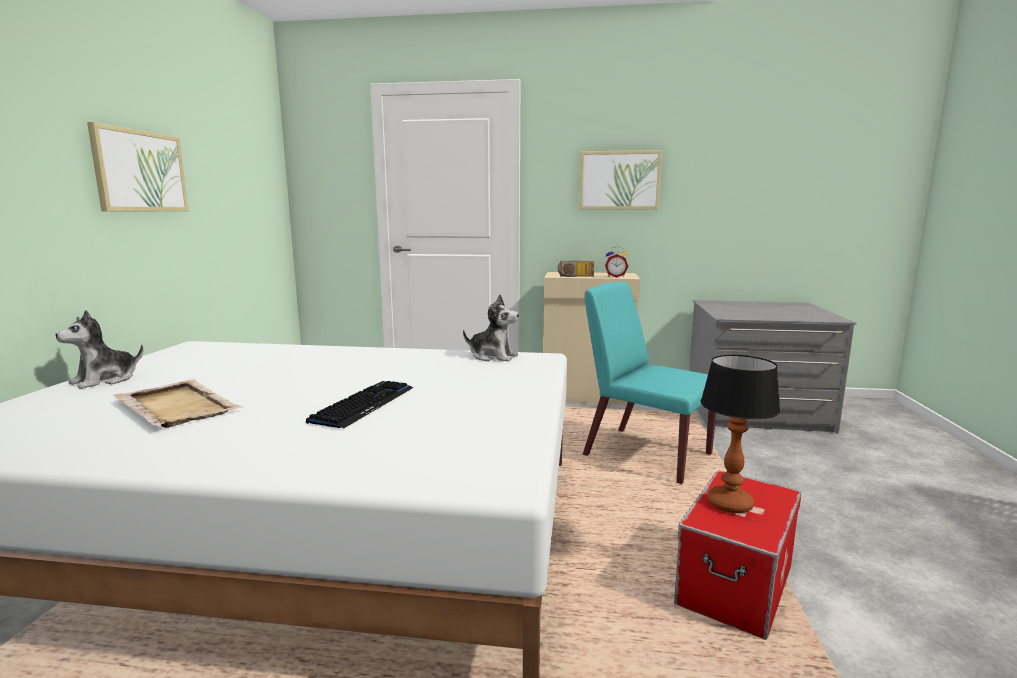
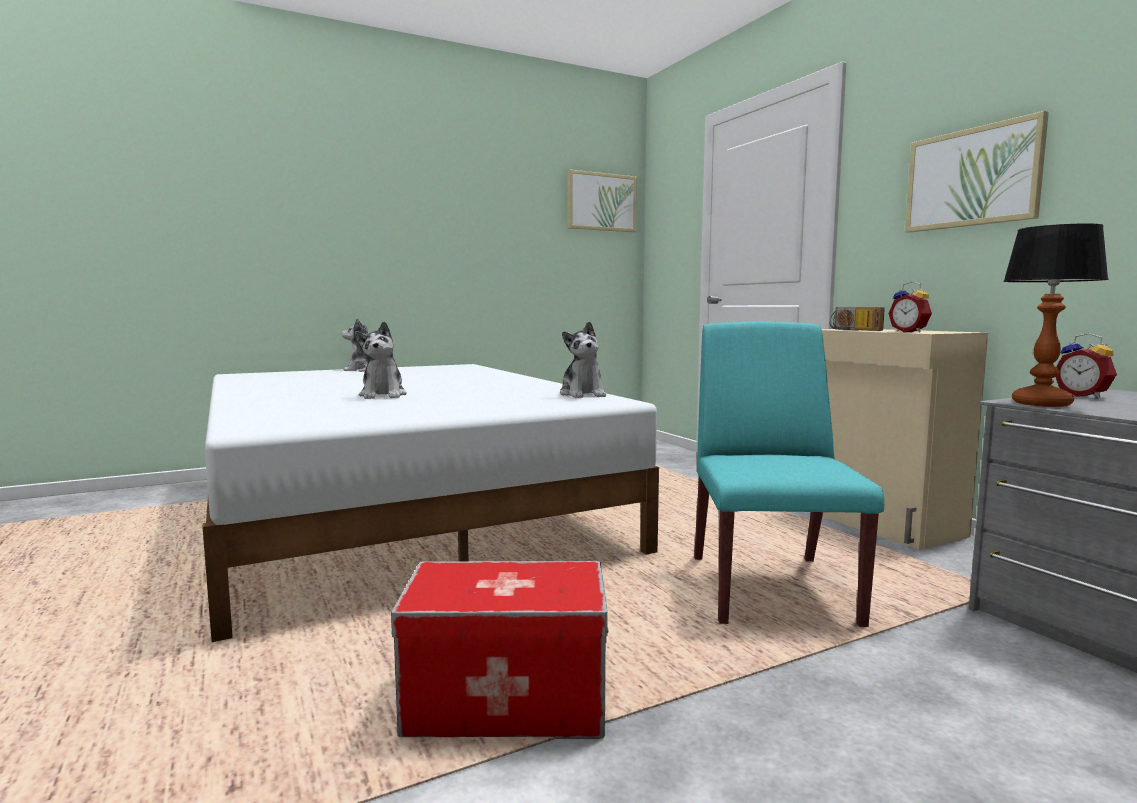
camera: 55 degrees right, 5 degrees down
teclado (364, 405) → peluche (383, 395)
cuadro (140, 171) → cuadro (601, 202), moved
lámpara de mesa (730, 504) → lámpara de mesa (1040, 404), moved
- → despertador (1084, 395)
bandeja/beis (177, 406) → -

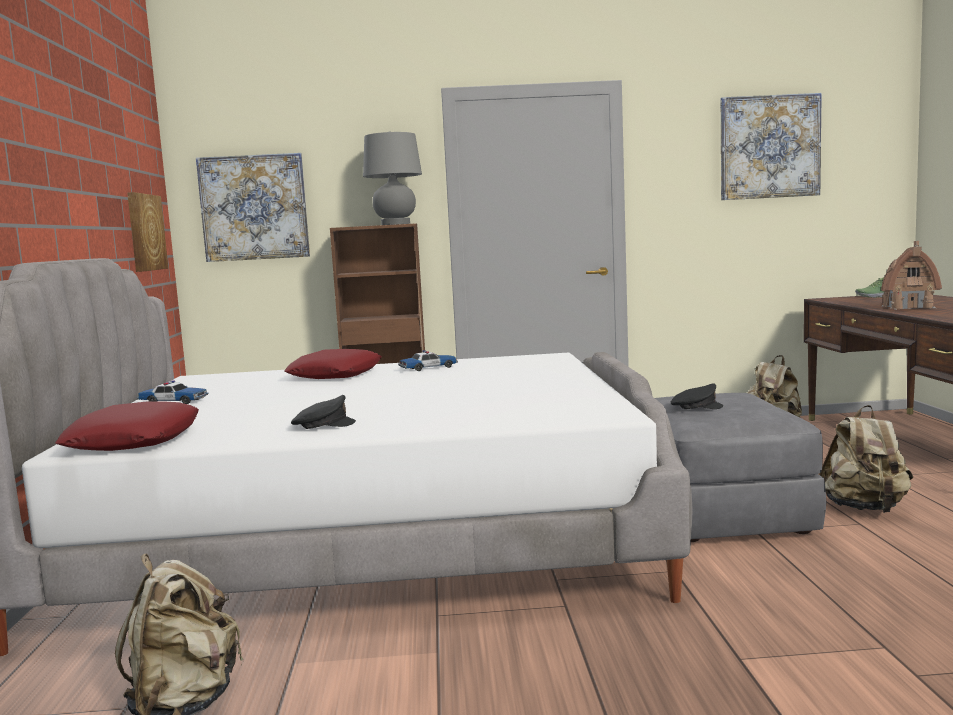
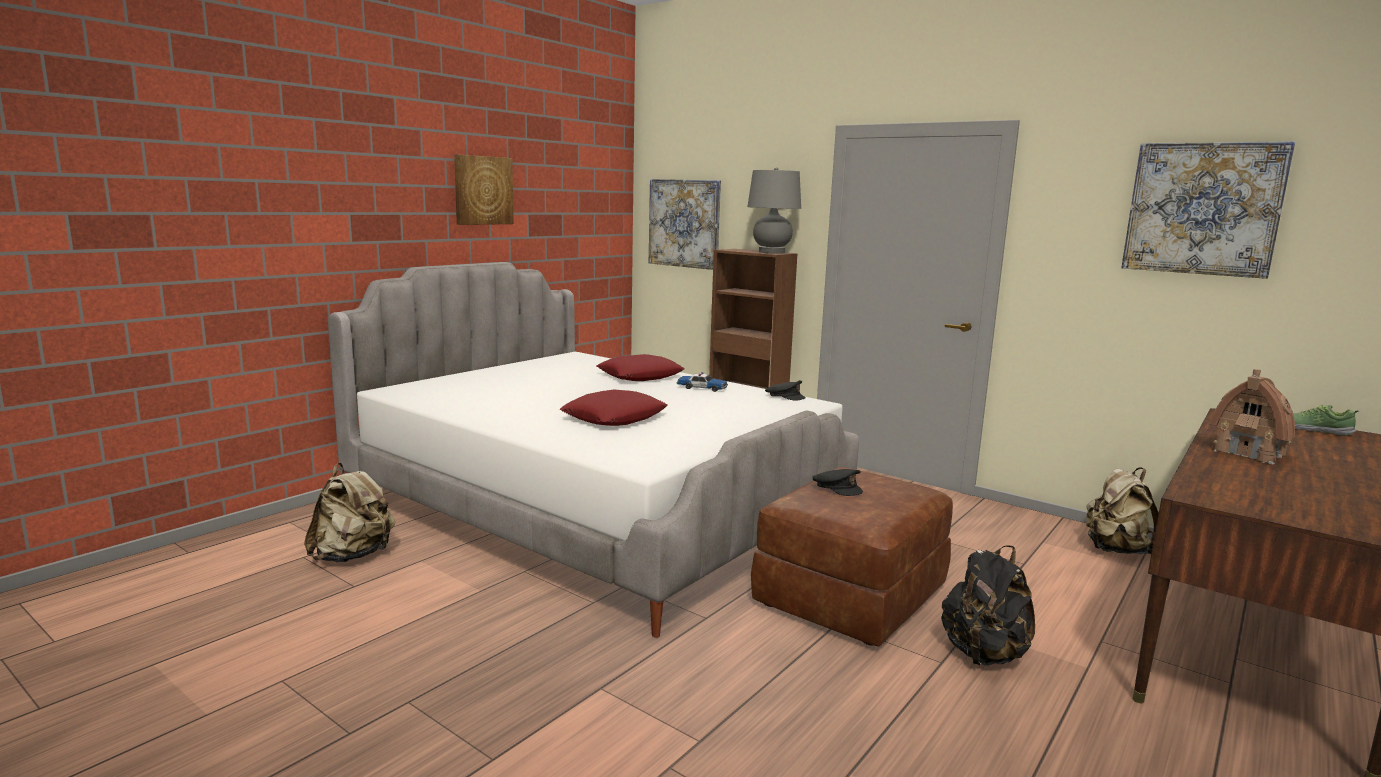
camera: 40 degrees right, 5 degrees up
cuadro (145, 232) → cuadro (483, 190), moved
cojín/rojo (134, 440) → cojín/rojo (614, 417), moved
puf/gris (718, 511) → puf/marrón (850, 595)
gorra/negro (322, 425) → gorra/negro (785, 396), moved
mochila/beis (864, 509) → mochila/negro (984, 655)
coche de juguete (173, 401) → -

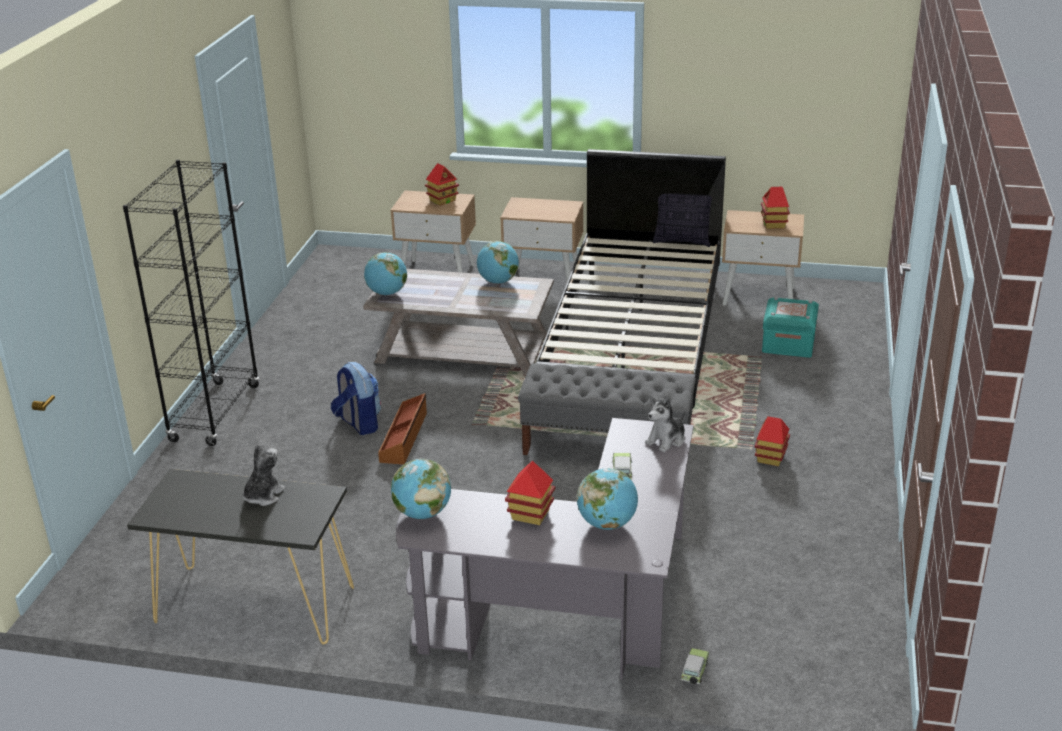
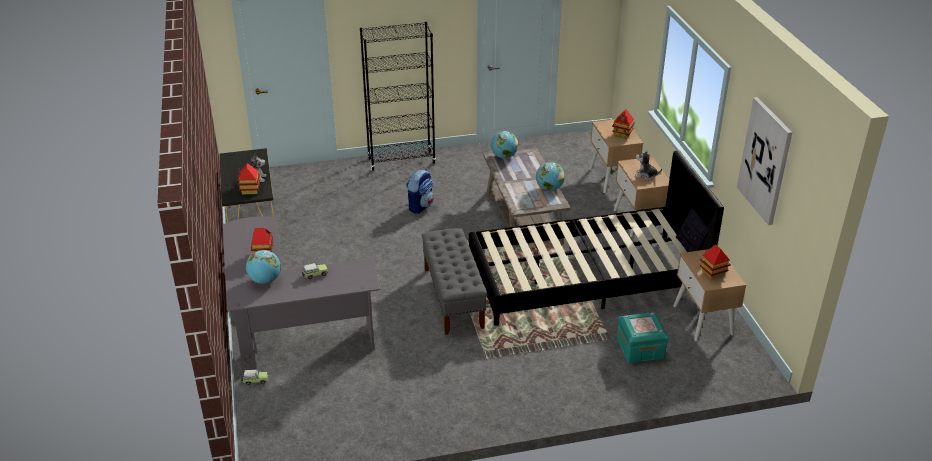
camera: 65 degrees right, 5 degrees up
casita (770, 458) → casita (250, 190), moved
peluche (666, 440) → peluche (645, 176), moved
- → cuadro (765, 161)
caja de almacenaje/marrón (405, 437) → -
globo terráqueo (422, 513) → -

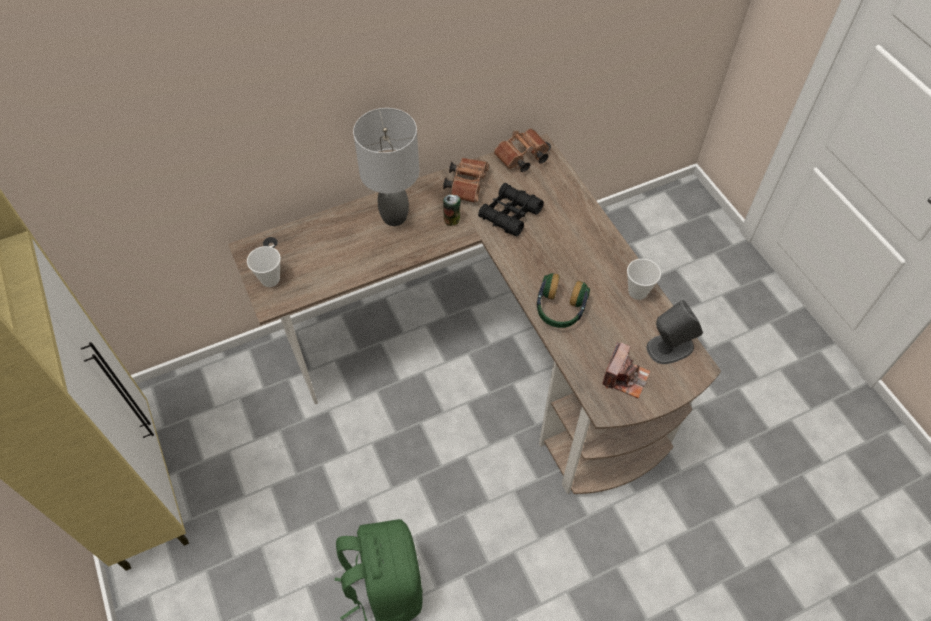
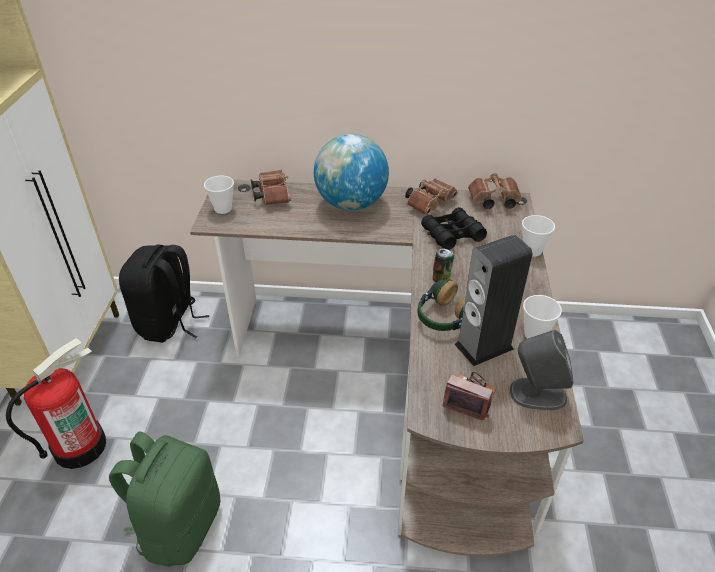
camera: 30 degrees right, 15 degrees down
- → extintor (79, 445)
- → mochila/negro (169, 323)
- → prismáticos/marrón (272, 195)
lámpara de mesa/gris (393, 217) → globo terráqueo (351, 204)
lata (452, 219) → lata (441, 278), moved
cámara (625, 377) → cámara (469, 399), 120 degrees counterclockwise
- → altavoz (484, 346)
- → taza (532, 251)

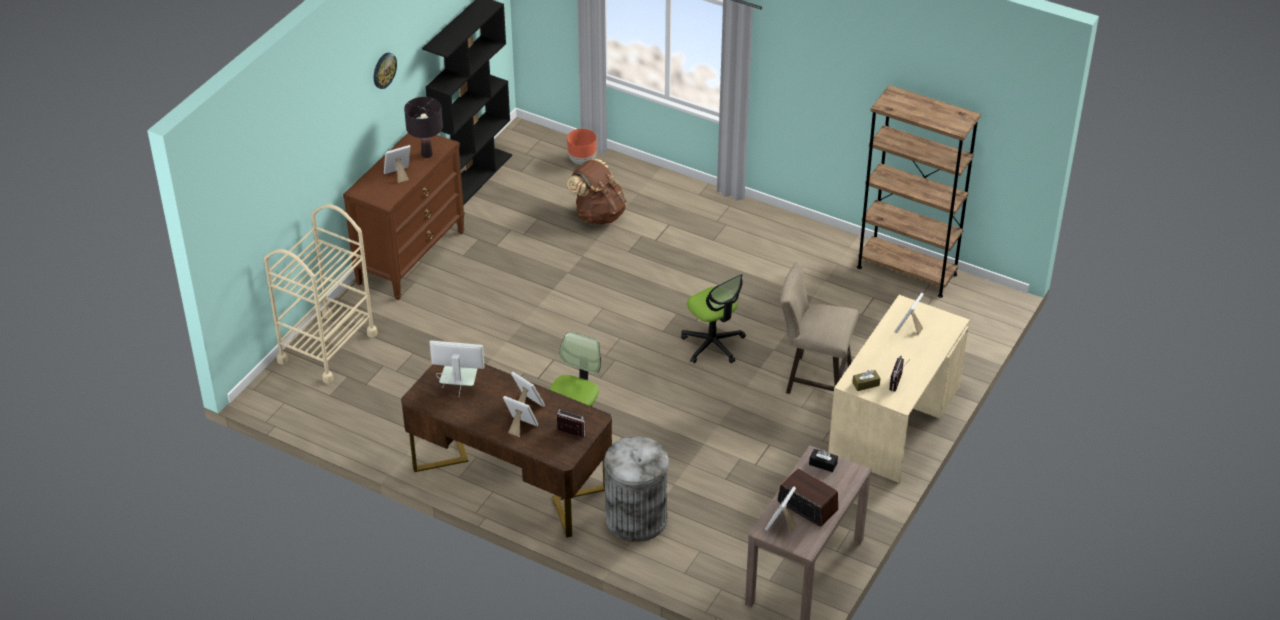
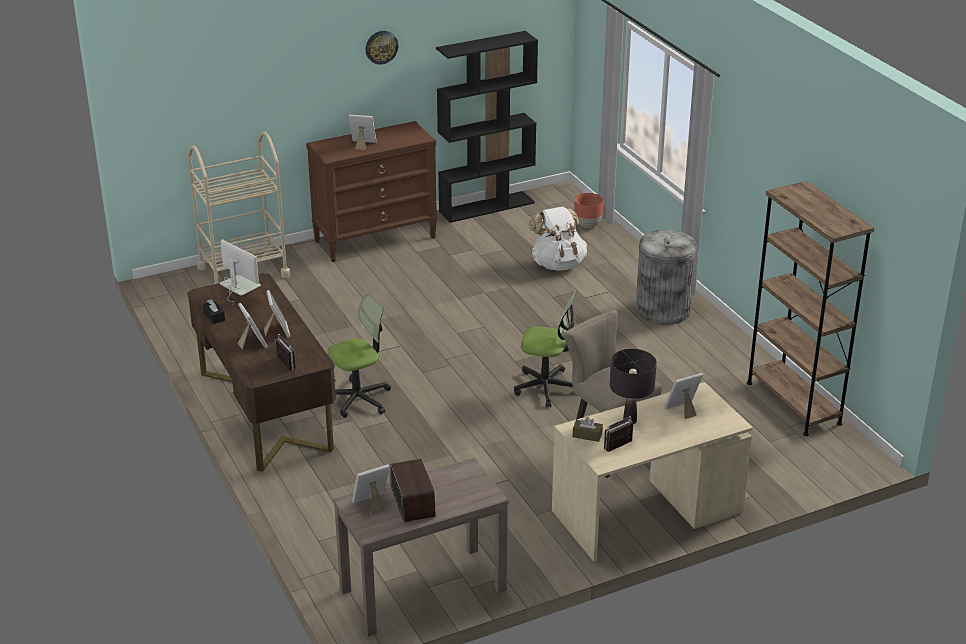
camera: 35 degrees right, 10 degrees down
caja de pañuelos/negro (823, 464) → caja de pañuelos/negro (214, 317), moved
silla de oficina (713, 344) → silla de oficina (546, 387), 75 degrees counterclockwise
mochila/marrón (598, 214) → mochila/blanco (557, 264)
lámpara de mesa/negro (427, 154) → lámpara de mesa/negro (629, 421), moved
papelera/gris (636, 518) → papelera/gris (663, 310), moved

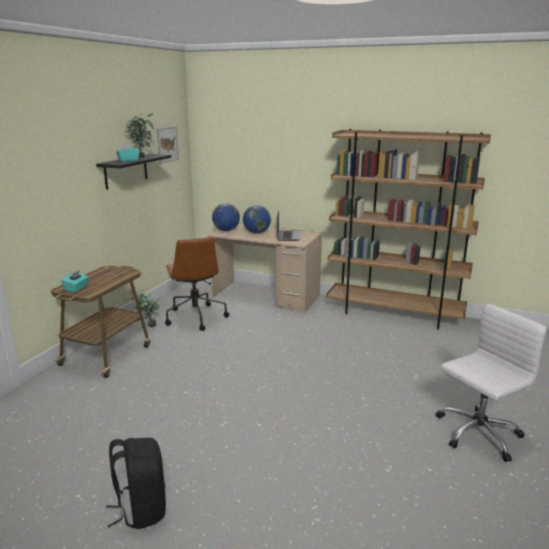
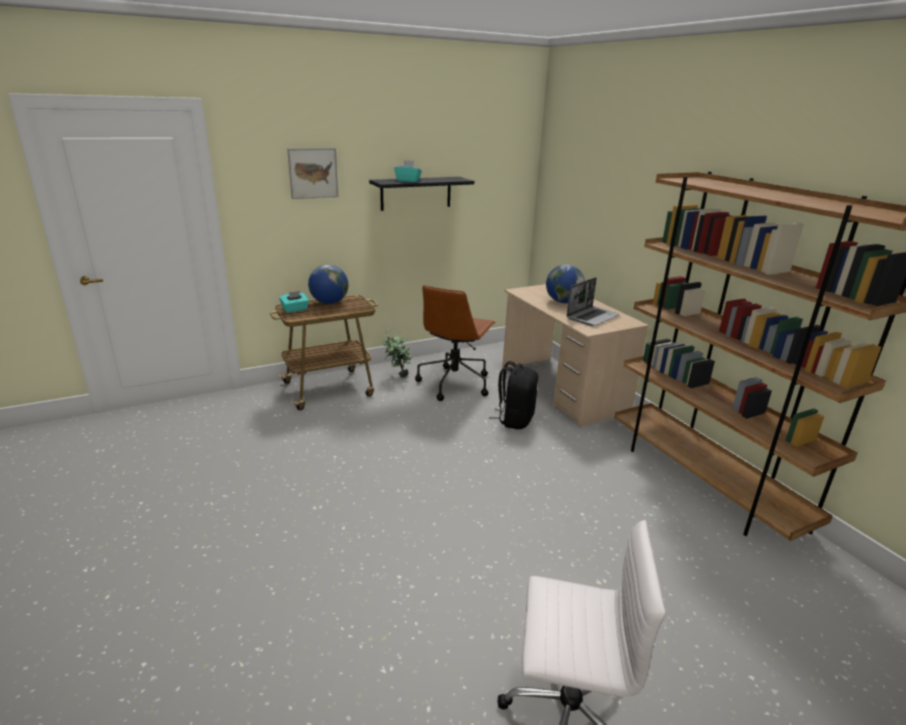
camera: 40 degrees right, 5 degrees up
cuadro (167, 144) → cuadro (313, 173), moved
globo terráqueo (226, 230) → globo terráqueo (329, 303), moved
mochila/negro (141, 509) → mochila/negro (514, 419), moved
planta en maceta (142, 157) → -

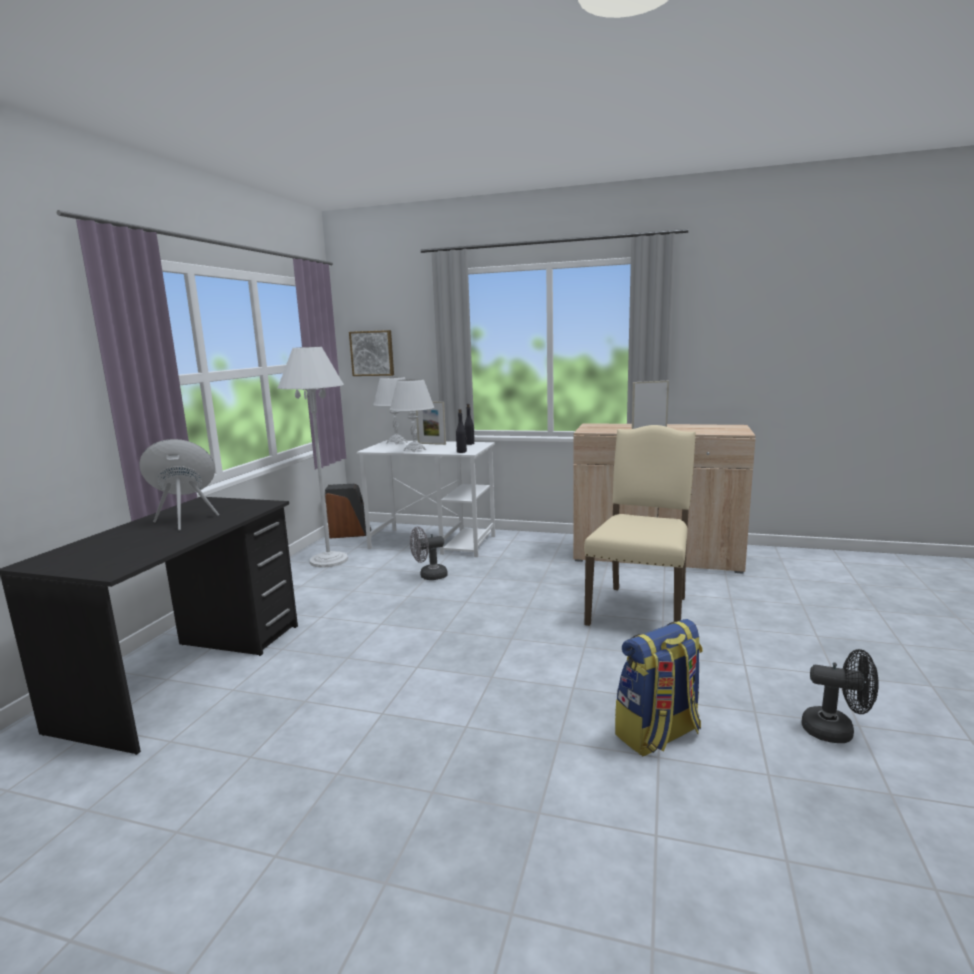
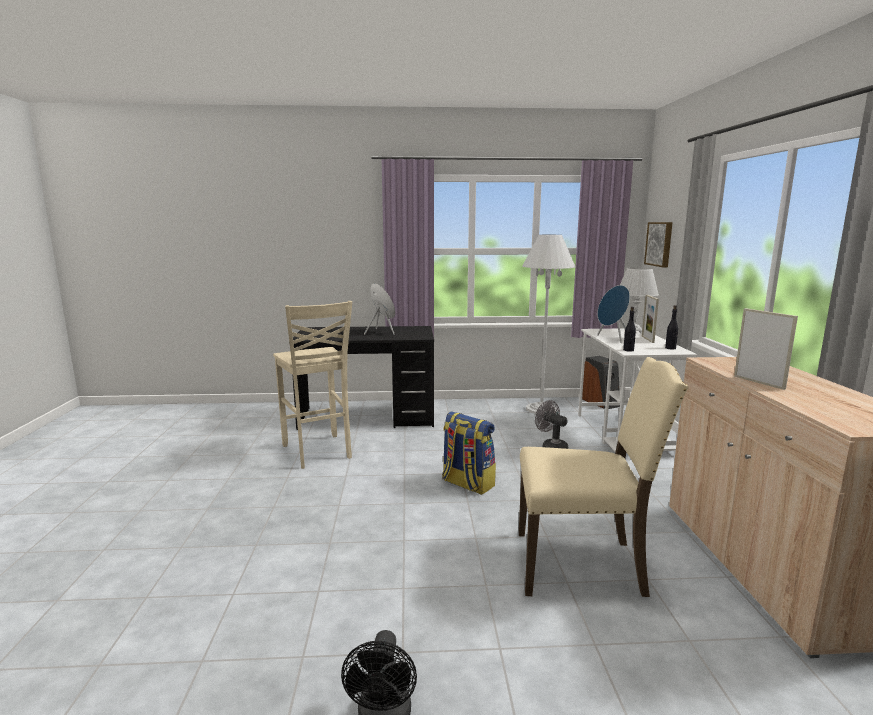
camera: 70 degrees right, 0 degrees up
- → taburete/beis (318, 452)
mochila (658, 735) → mochila (467, 484), moved
lámpara de mesa/blanco (414, 450) → altavoz/azul (612, 339)

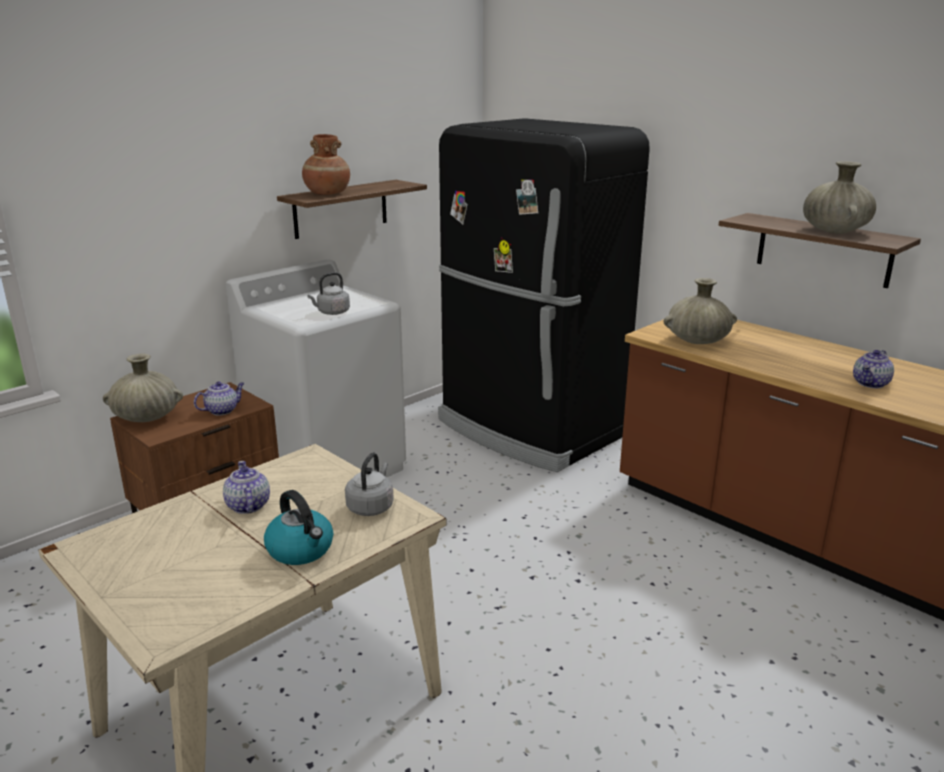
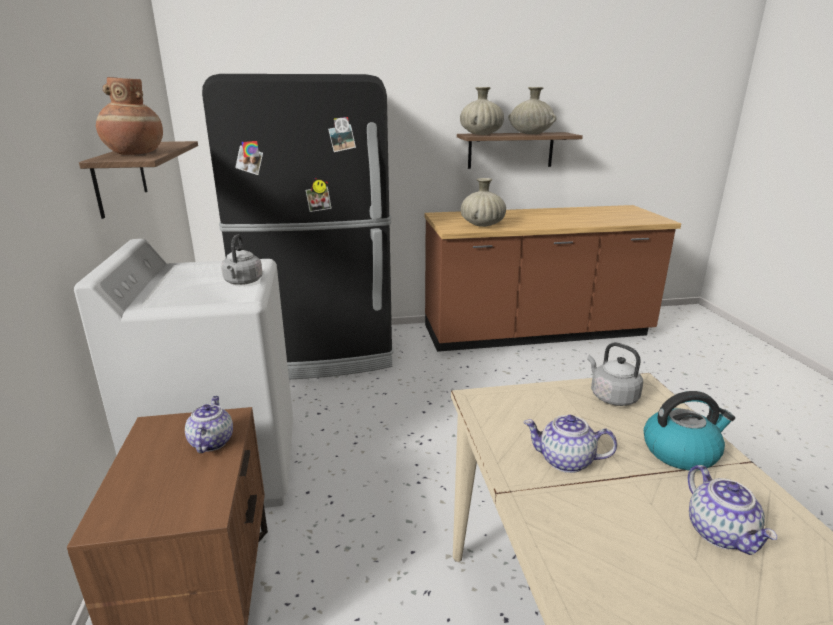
camera: 55 degrees left, 0 degrees up
florero/beis (147, 417) → florero/beis (480, 134), moved
tetera (871, 384) → tetera (721, 533), moved

